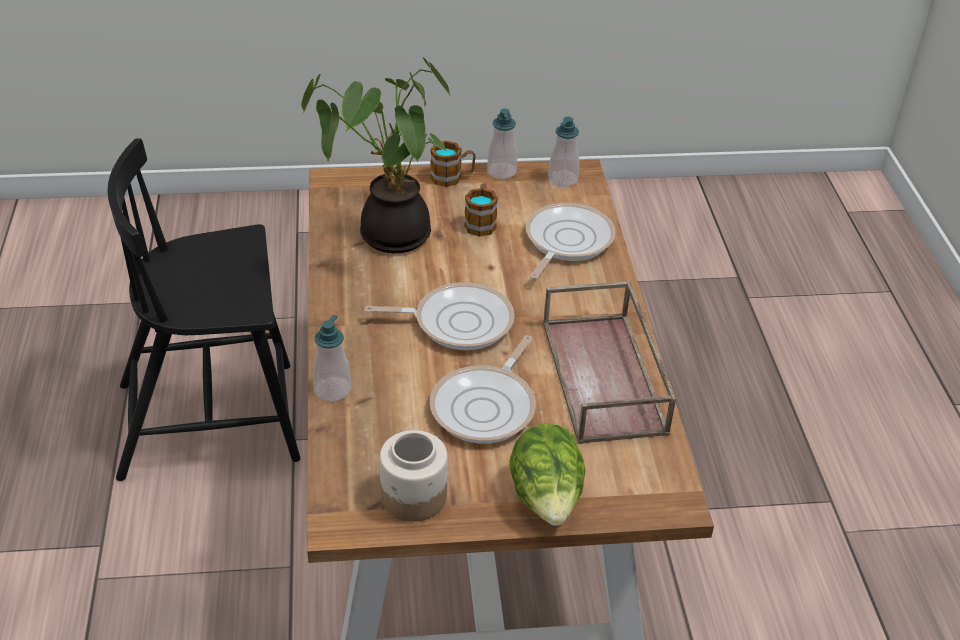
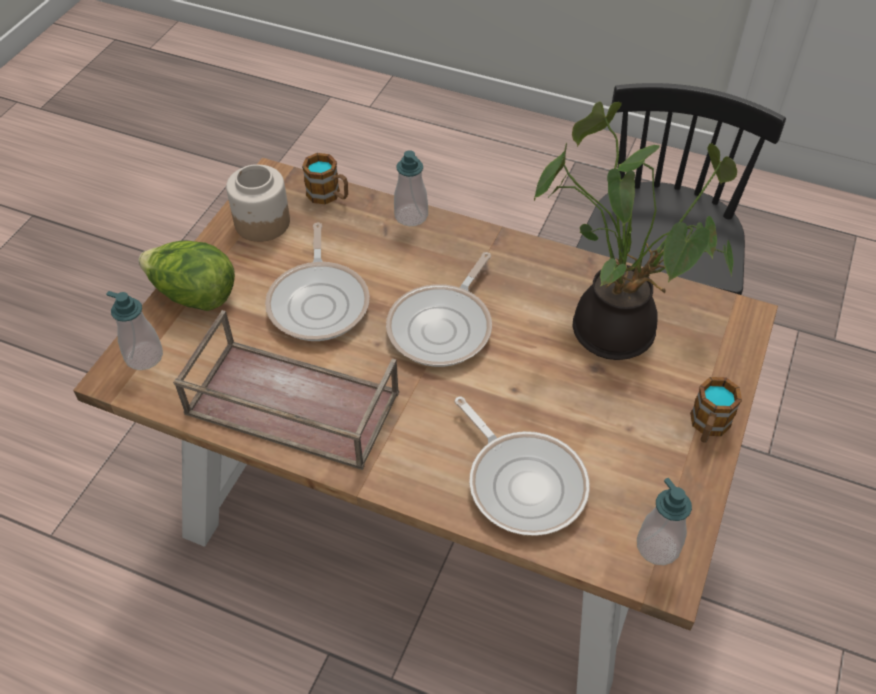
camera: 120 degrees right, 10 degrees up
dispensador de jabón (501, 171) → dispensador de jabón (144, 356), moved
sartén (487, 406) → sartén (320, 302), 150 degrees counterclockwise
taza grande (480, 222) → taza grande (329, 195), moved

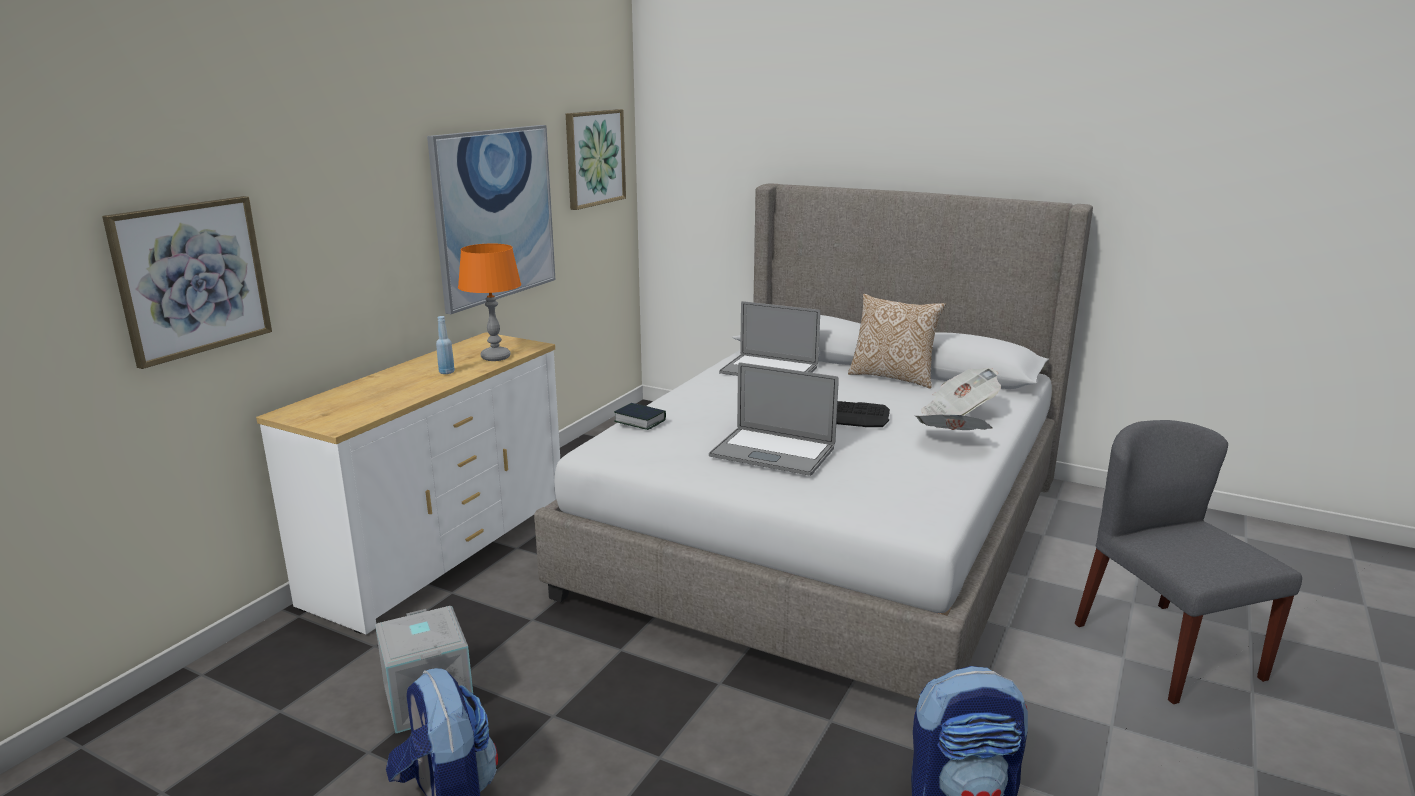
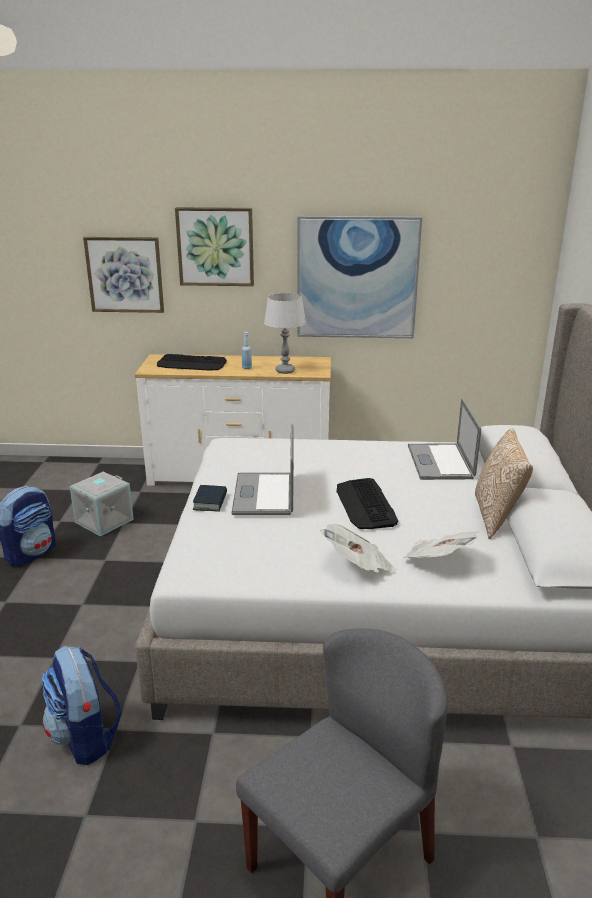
camera: 65 degrees right, 5 degrees up
- → teclado (192, 364)
cuadro (594, 158) → cuadro (215, 246), moved
libro (640, 421) → libro (210, 502), moved
lámpara de mesa/naranja (495, 357) → lámpara de mesa/gris (285, 371)

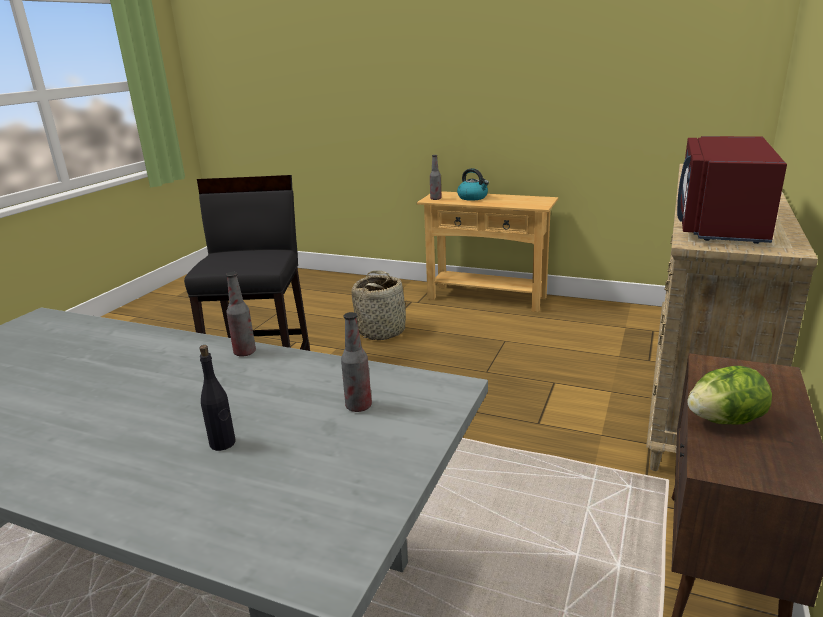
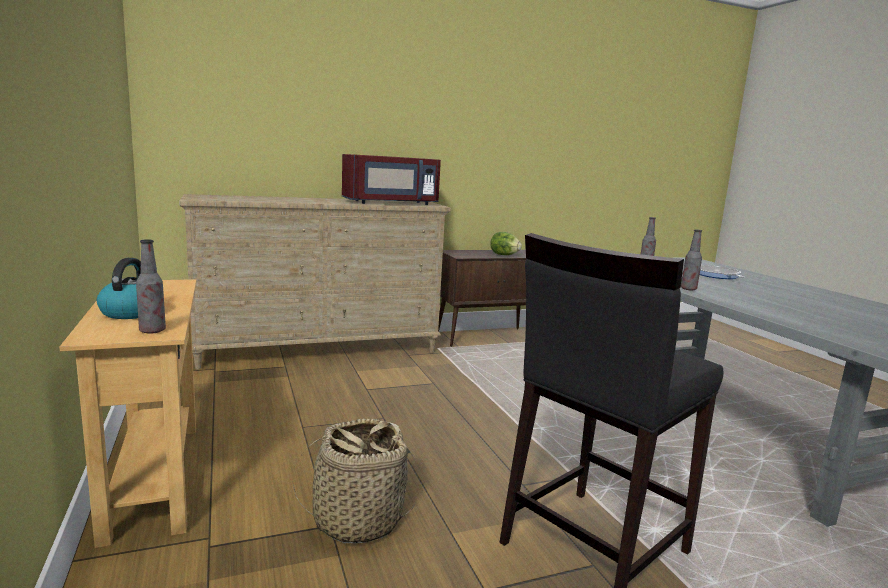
camera: 135 degrees left, 10 degrees down
botella/negro (223, 443) → sartén (717, 275)

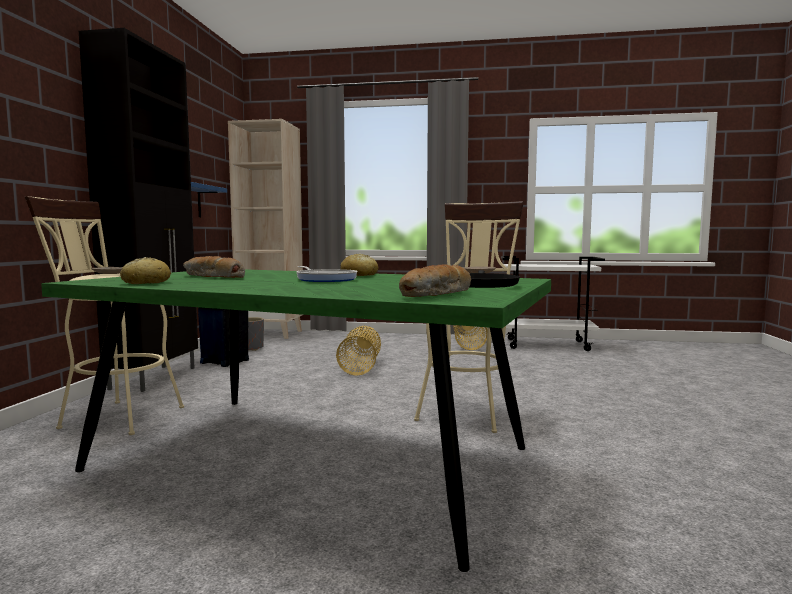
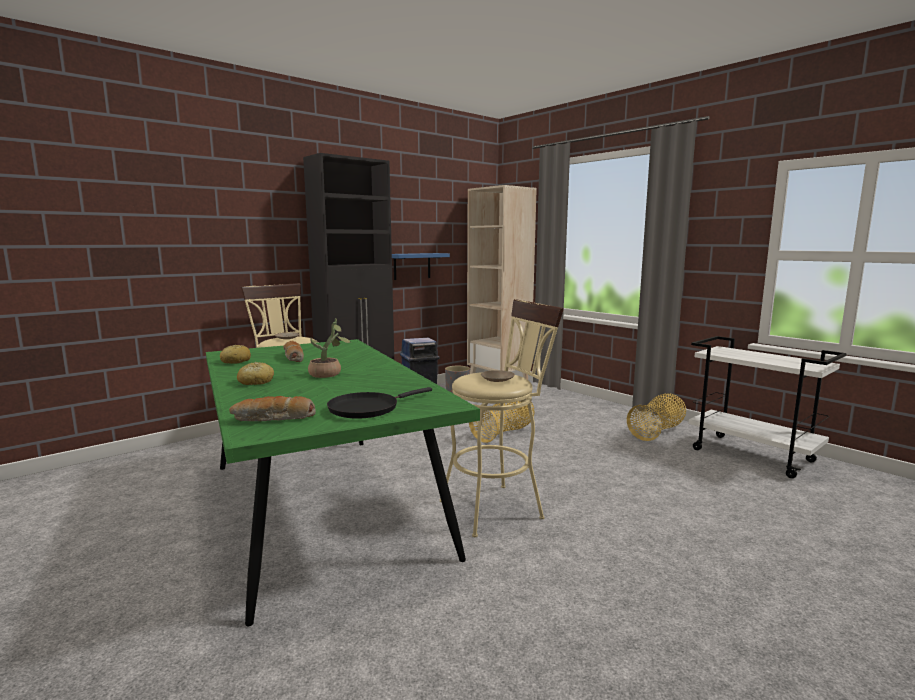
camera: 40 degrees right, 5 degrees up
pan (359, 275) → pan (256, 382), moved
sartén (325, 279) → planta en maceta (328, 374)

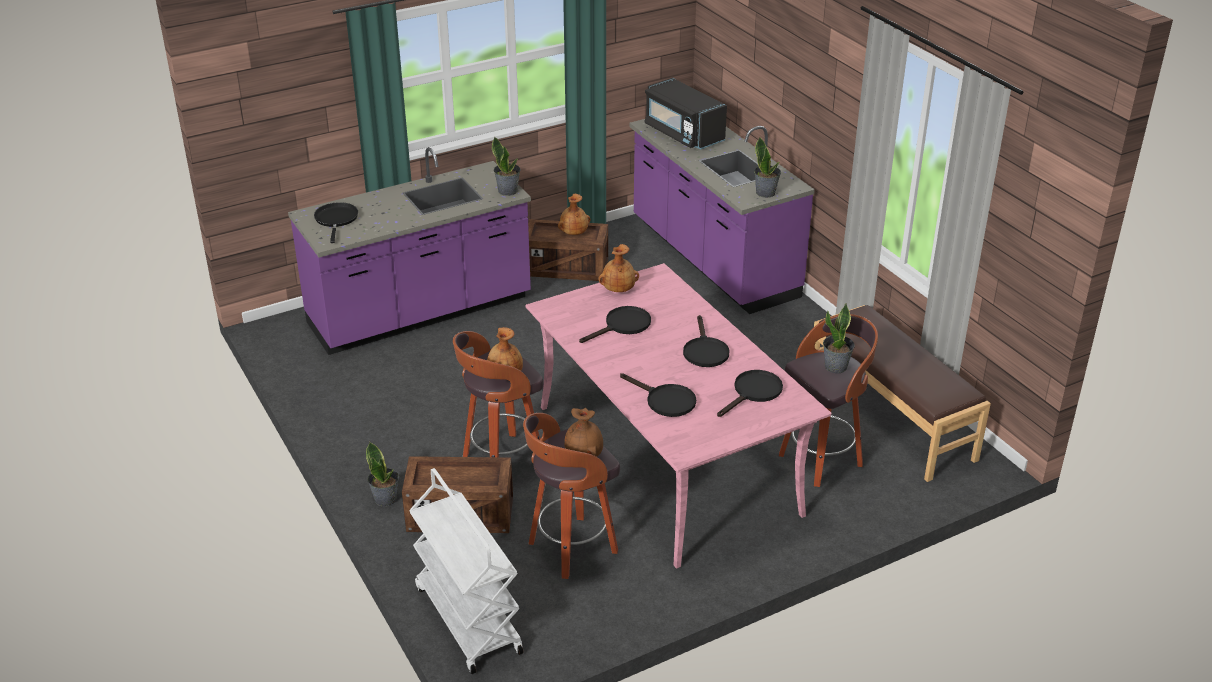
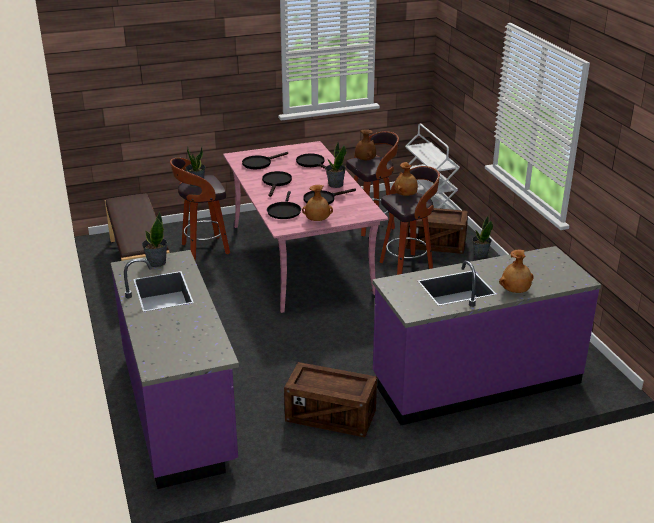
camera: 170 degrees left, 5 degrees down
sartén/negro (336, 219) → sartén/negro (284, 211), moved
planta en maceta (508, 191) → planta en maceta (335, 185), moved
florero/marrón (573, 233) → florero/marrón (515, 291), moved
microondas/negro (683, 133) → -

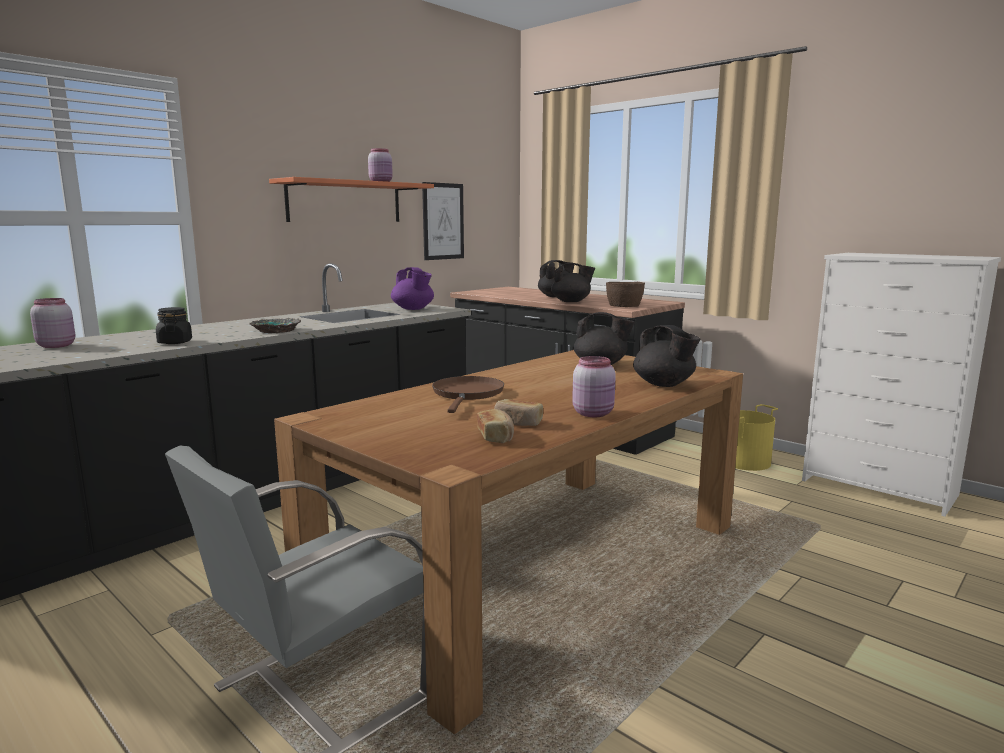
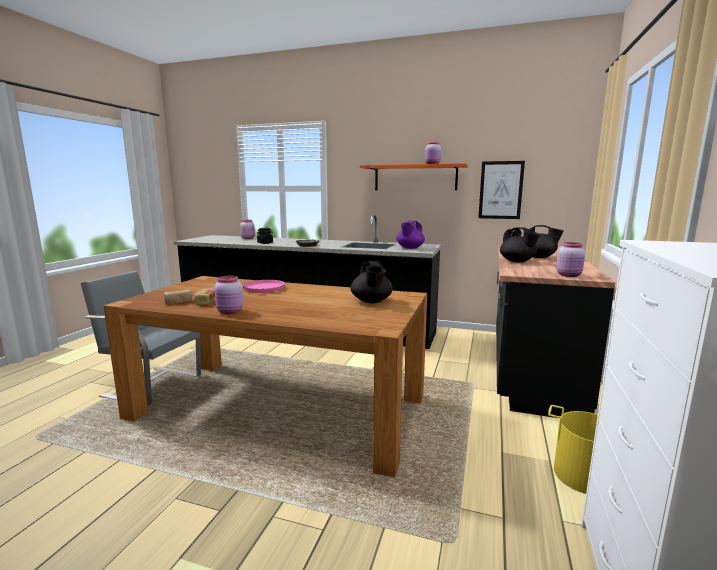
camera: 65 degrees right, 0 degrees up
sartén/marrón (467, 394) → sartén/rosa (260, 289)
- → tarro/rosa (569, 275)
cuenco/marrón (624, 306) → -
tetera/negro (664, 385) → -

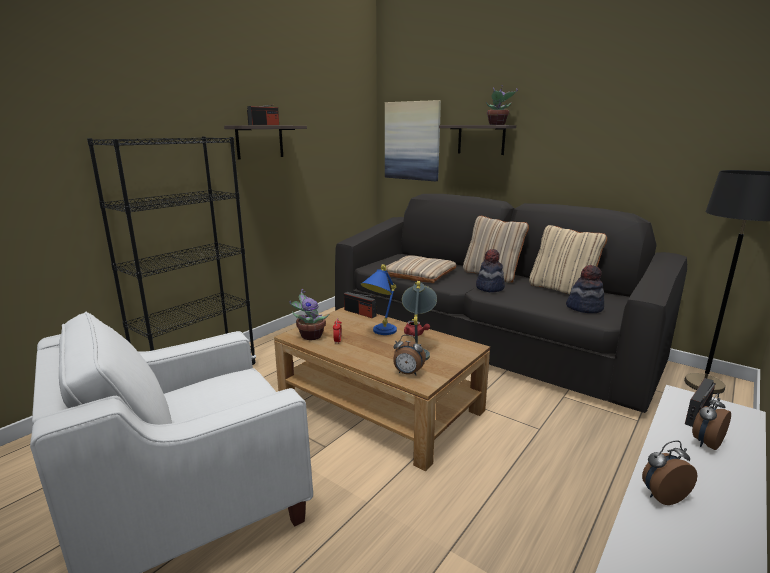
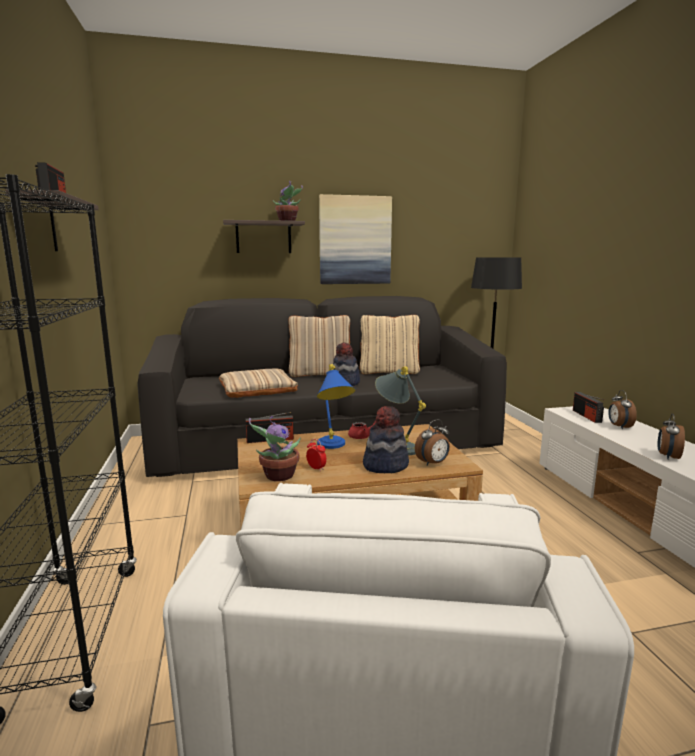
camera: 50 degrees left, 5 degrees down
cuadro (412, 141) → cuadro (355, 240), moved
sombrero (584, 307) → sombrero (385, 465), moved

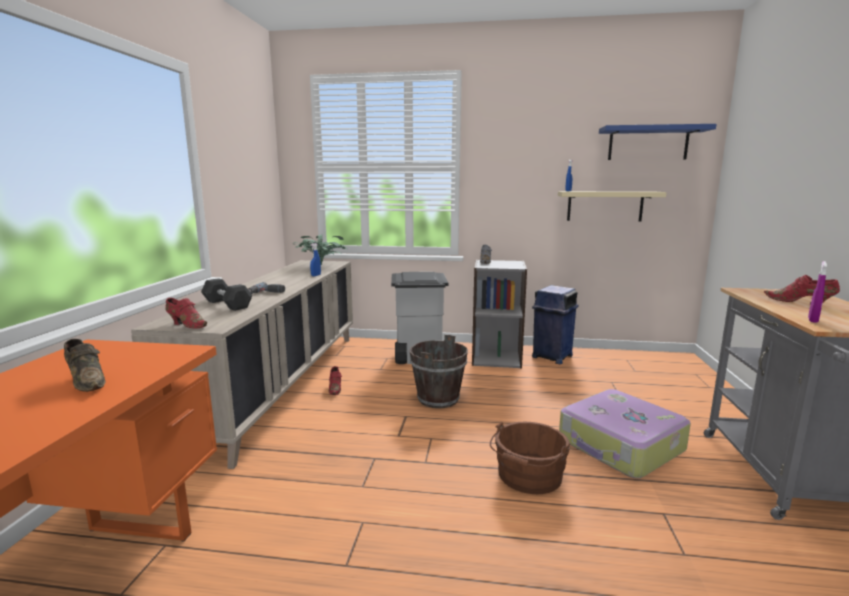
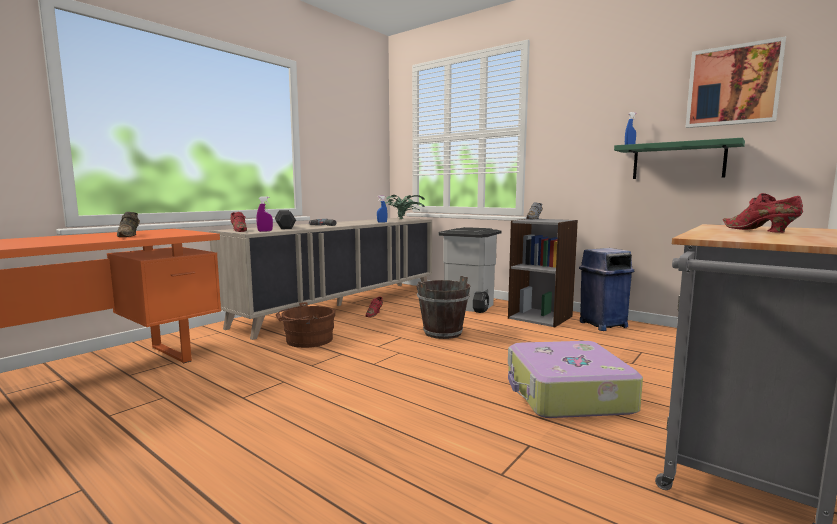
camera: 30 degrees right, 5 degrees down
pulverizador/morado (813, 320) → pulverizador/morado (265, 231), moved
cubo/marrón (528, 477) → cubo/marrón (306, 340), moved
estante/beis (604, 206) → estante/verde (678, 161)
estante/azul (648, 144) → cuadro (733, 85)

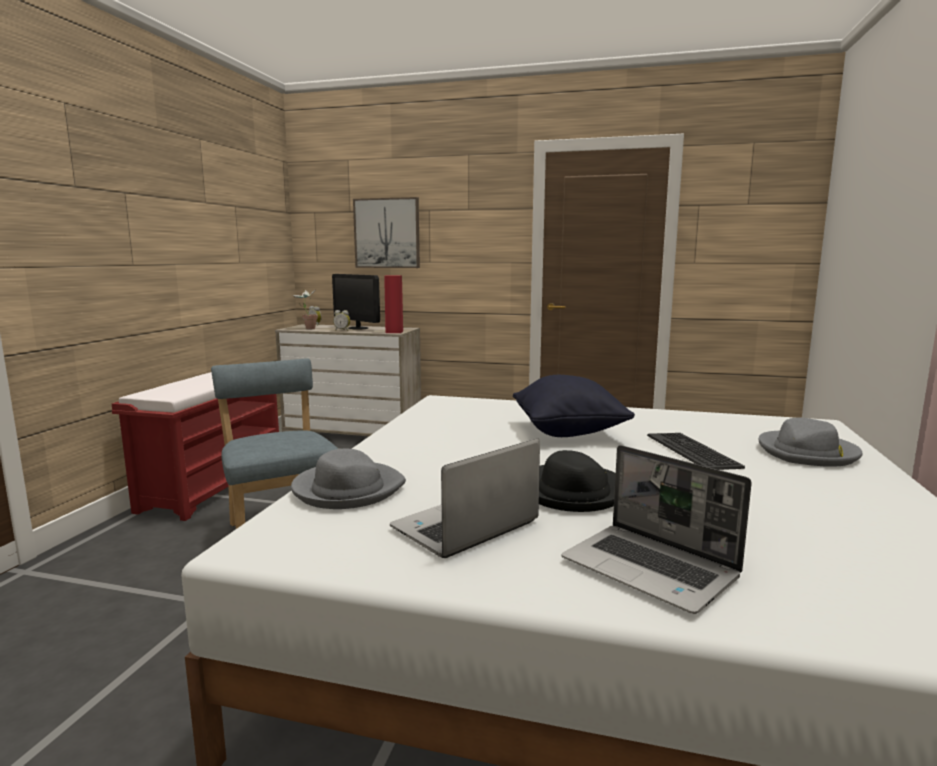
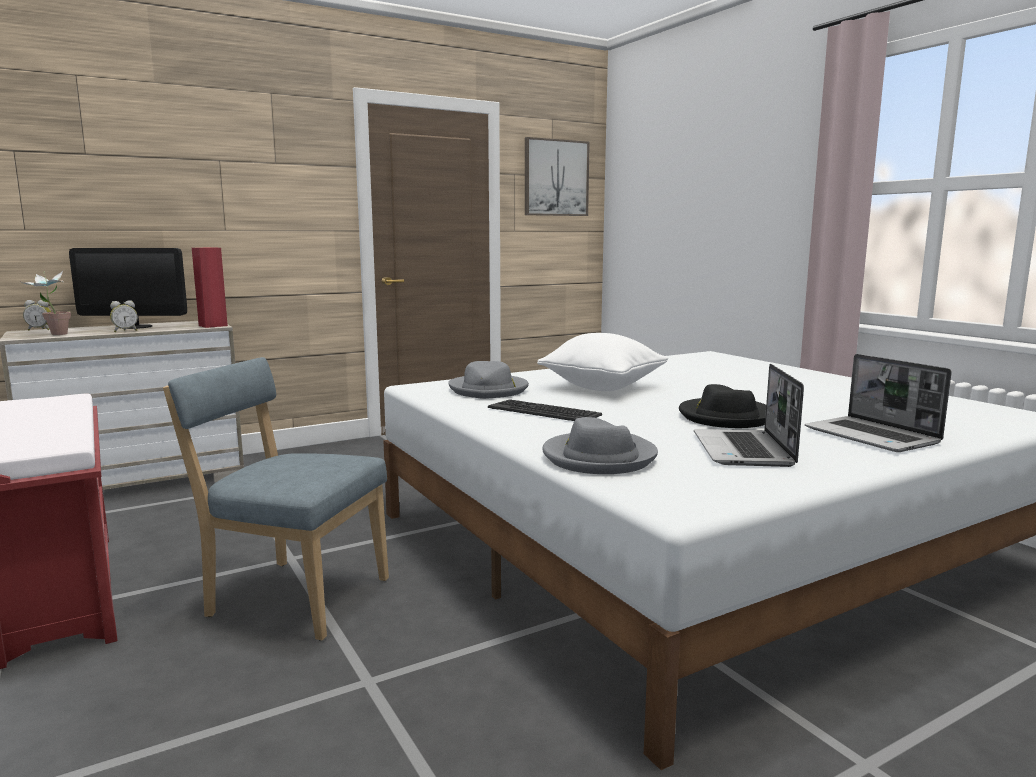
camera: 45 degrees left, 0 degrees up
sombrero/gris (808, 453) → sombrero/gris (489, 390), moved
teclado (693, 451) → teclado (544, 412), moved
cuadro (387, 233) → cuadro (555, 178), moved
cojín/negro (568, 432) → cojín/blanco (602, 387)
portátil (652, 569) → portátil (873, 436), 60 degrees clockwise

